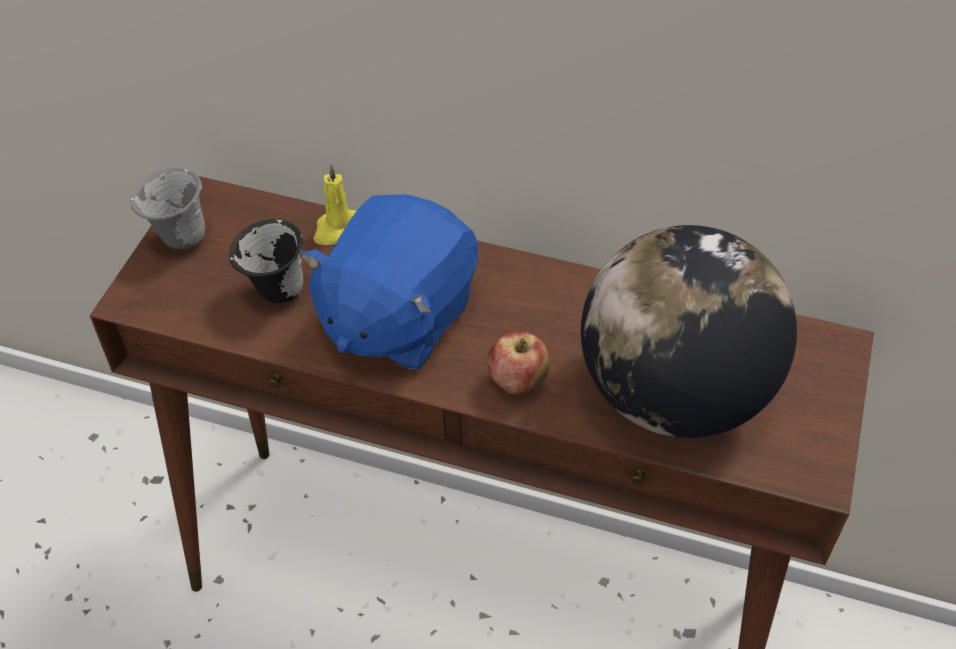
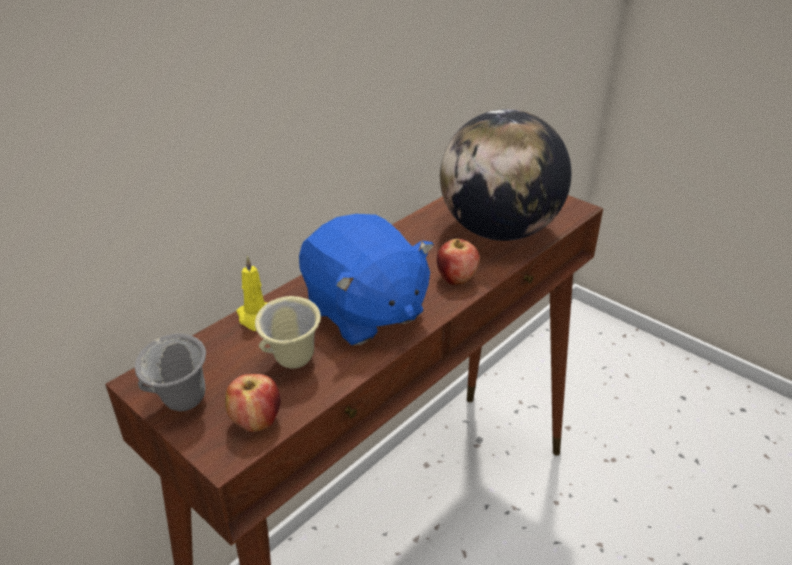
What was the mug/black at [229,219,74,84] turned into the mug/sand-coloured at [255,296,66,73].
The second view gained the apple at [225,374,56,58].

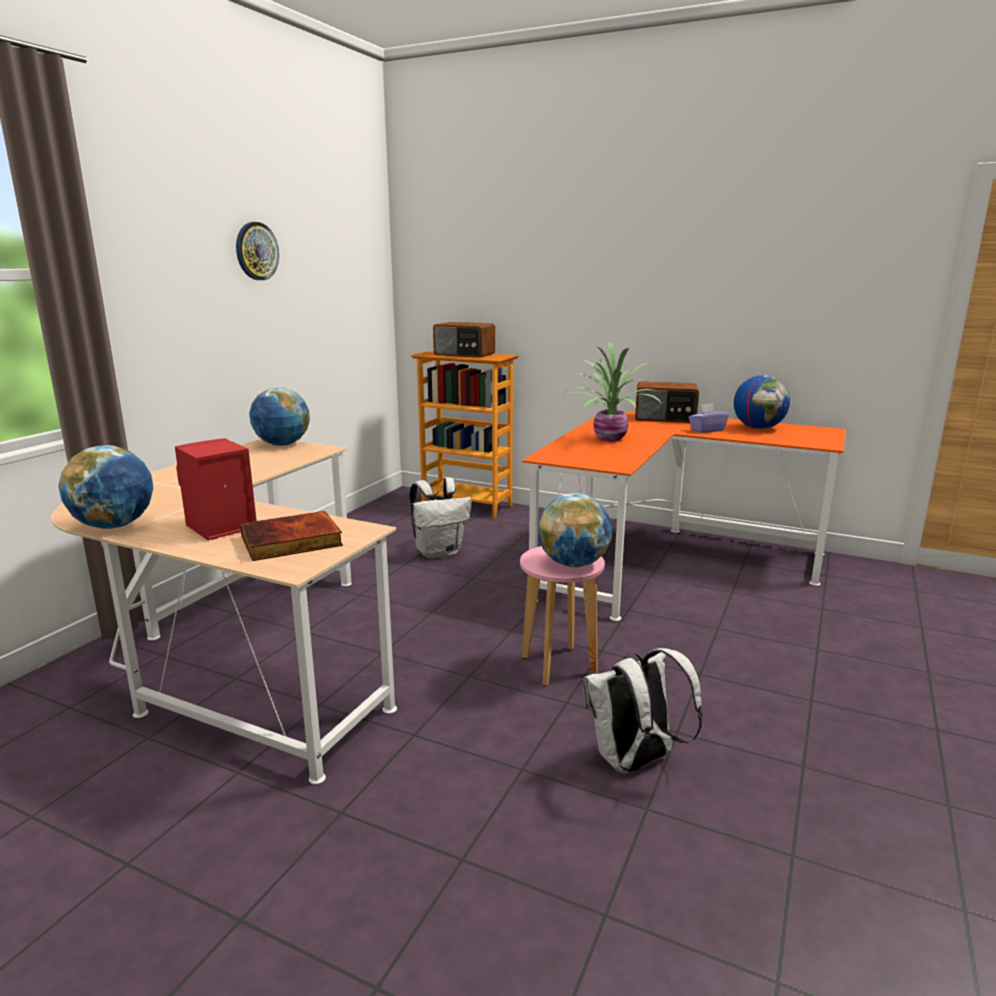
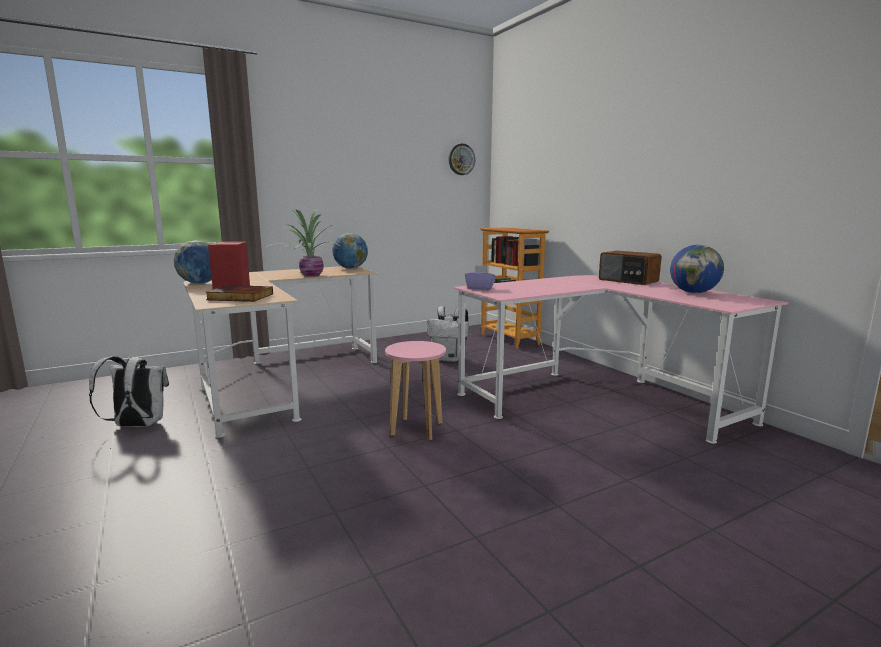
The clock on the wall ended up elsewhere, having gone from [236,222,43,58] to [448,144,27,31].
The second view lost the radio receiver at [433,322,62,36].
What was the desk table/orangey at [522,412,324,209] turned into the desk table/pink-coloured at [453,275,335,169].
The second view lost the globe at [538,493,74,74].
The potted plant ended up elsewhere, having gone from [566,342,96,99] to [268,209,73,68].
The knapsack/whitish ended up elsewhere, having gone from [583,648,119,125] to [89,356,80,71].
The tissue box/purple-coloured ended up elsewhere, having gone from [688,403,41,30] to [465,265,31,25].

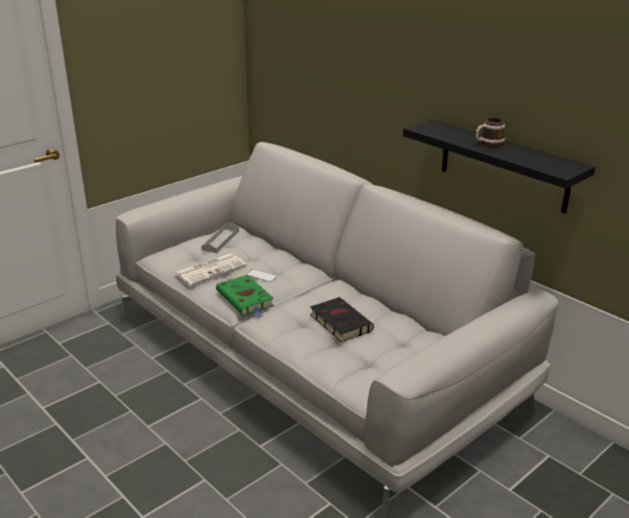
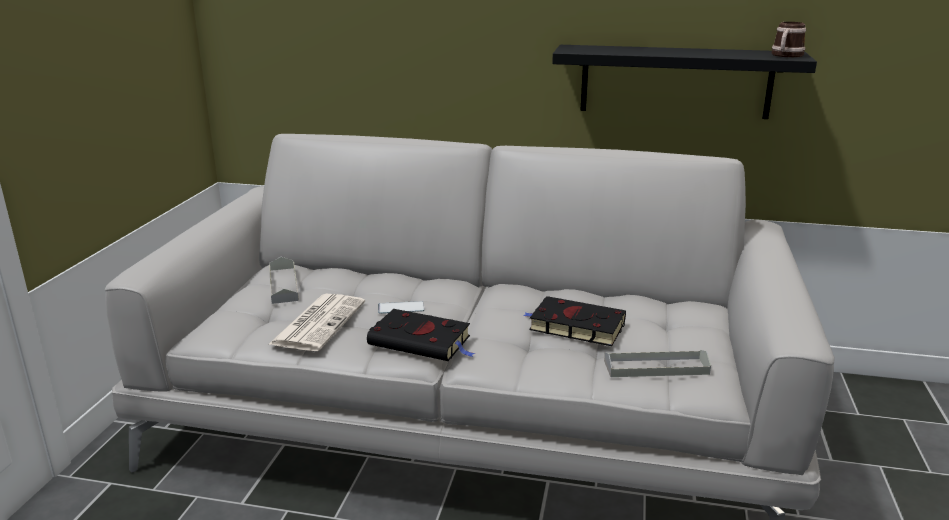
What was the volume/greenish at [216,275,58,43] turned into the volume/black at [367,309,109,52].
The mug ended up elsewhere, having gone from [475,118,30,29] to [771,22,35,35].
The second view gained the serving tray/greyish at [604,350,107,27].

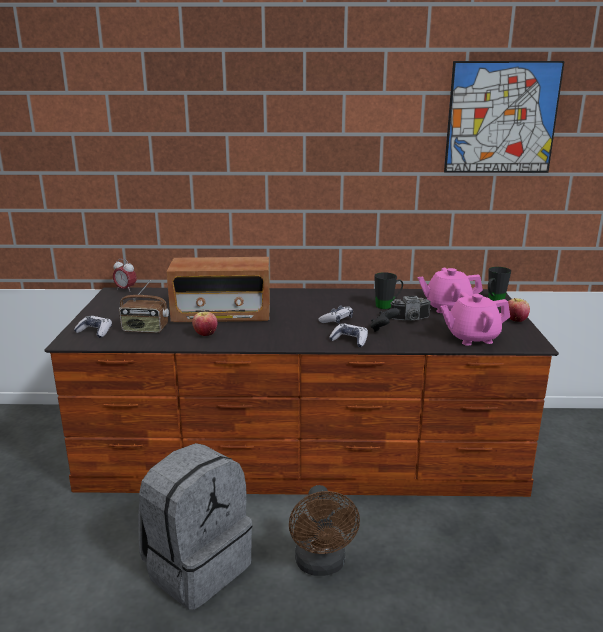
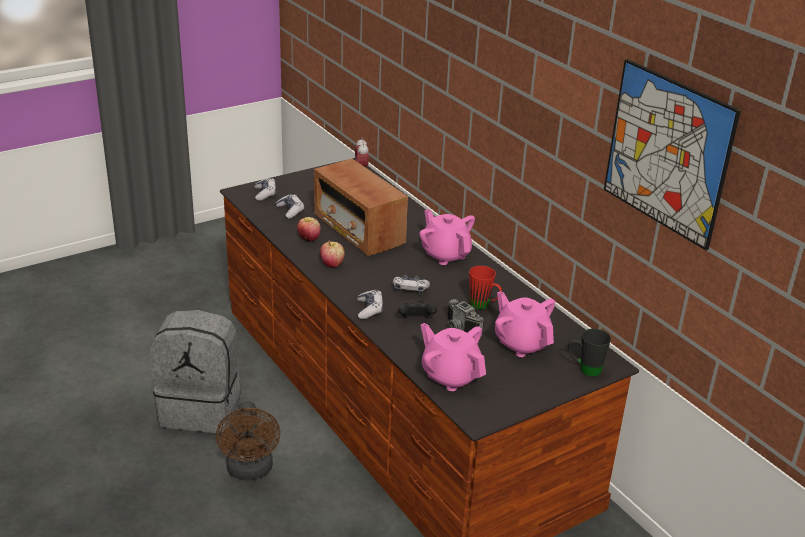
Where the radio receiver stood at [119,280,50,53], the gamepad came to stand at [275,194,30,25].
The cooling fan/brownish at [289,485,71,91] ended up facing another way, 60 degrees counterclockwise from before.
What was the mug/black at [374,272,29,37] turned into the mug/red-coloured at [469,266,33,44].
The apple ended up elsewhere, having gone from [508,298,22,24] to [320,240,25,27].
The second view gained the tea pot/pink-coloured at [419,209,56,56].

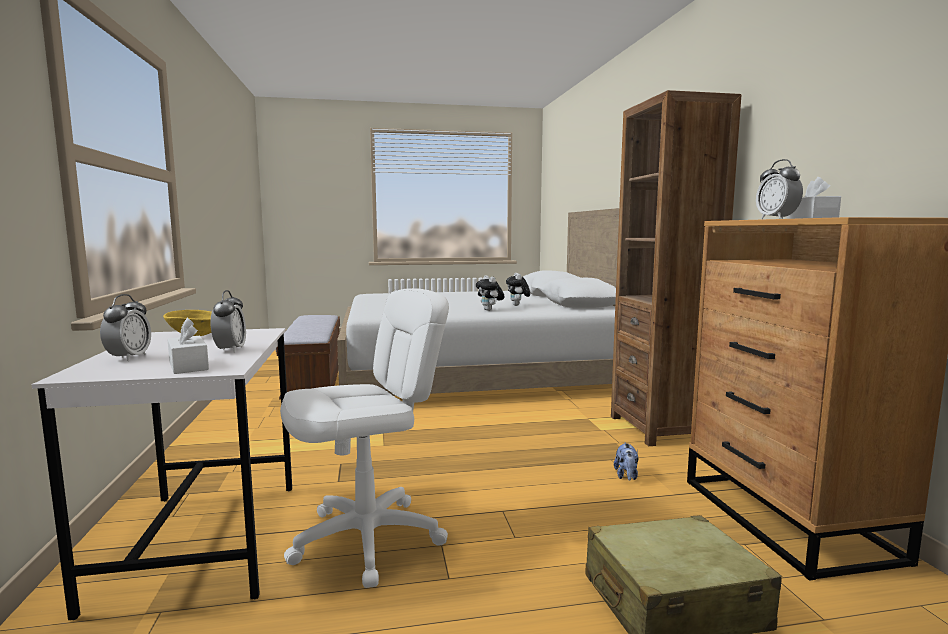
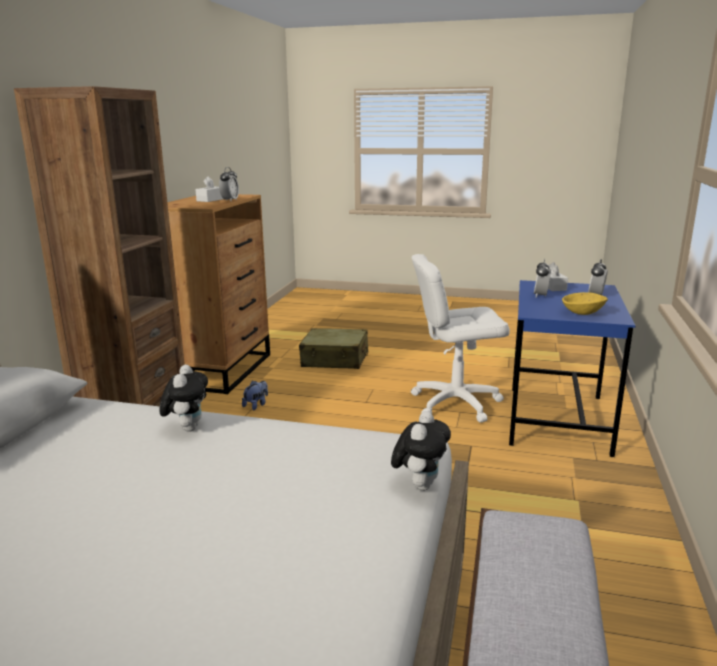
What was the desk table/whitish at [32,328,260,292] turned into the desk table/blue-coloured at [509,280,127,177].
The soft toy ended up elsewhere, having gone from [506,273,24,33] to [391,411,60,80].

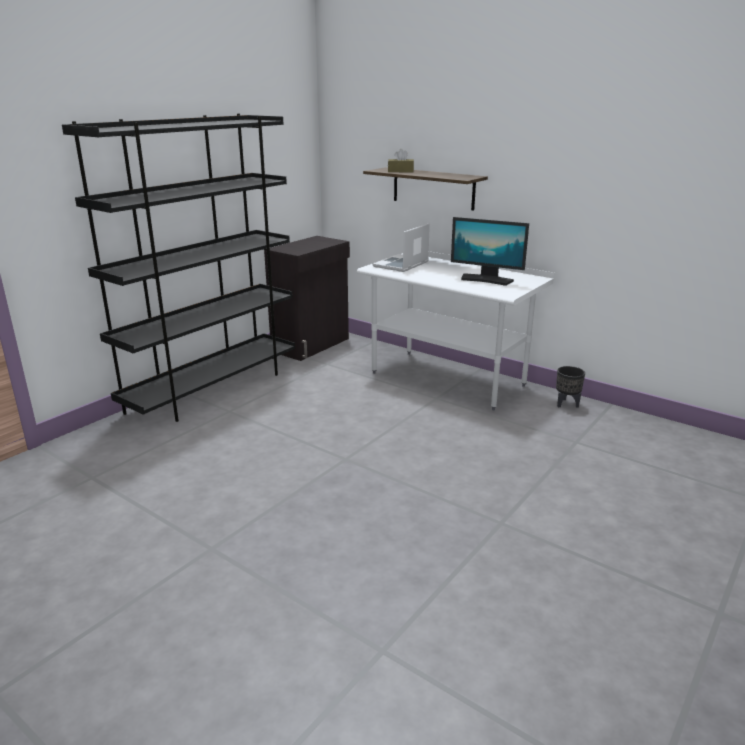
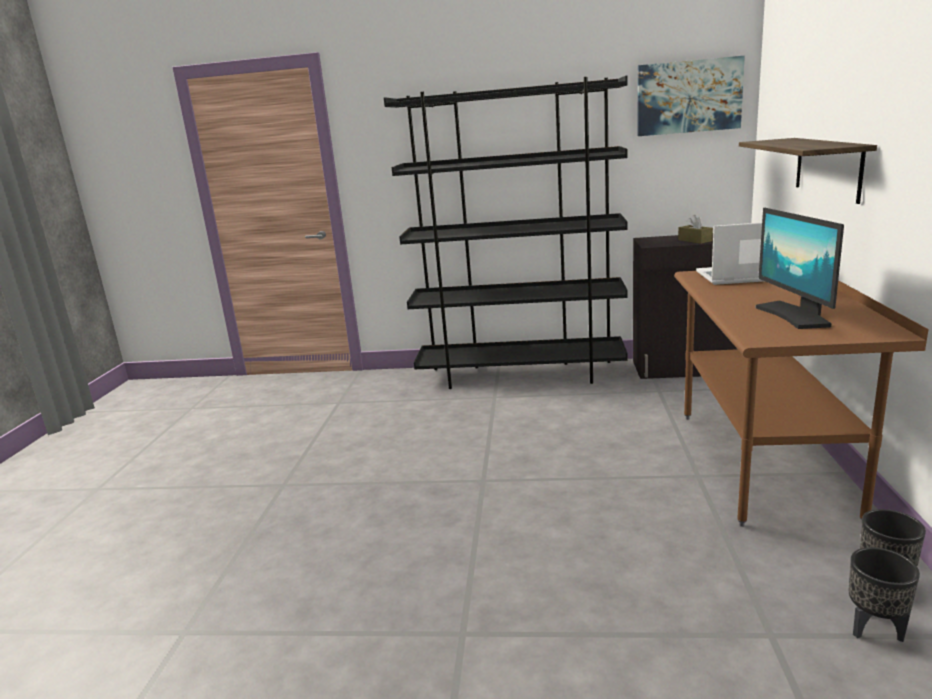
What was the desk table/whitish at [357,251,197,159] turned into the desk table/brownish at [674,271,255,256].
The tissue box/brownish ended up elsewhere, having gone from [388,149,26,23] to [678,215,35,29].
The second view gained the wall picture at [637,56,108,80].
The second view gained the plant pot/black at [849,547,71,95].

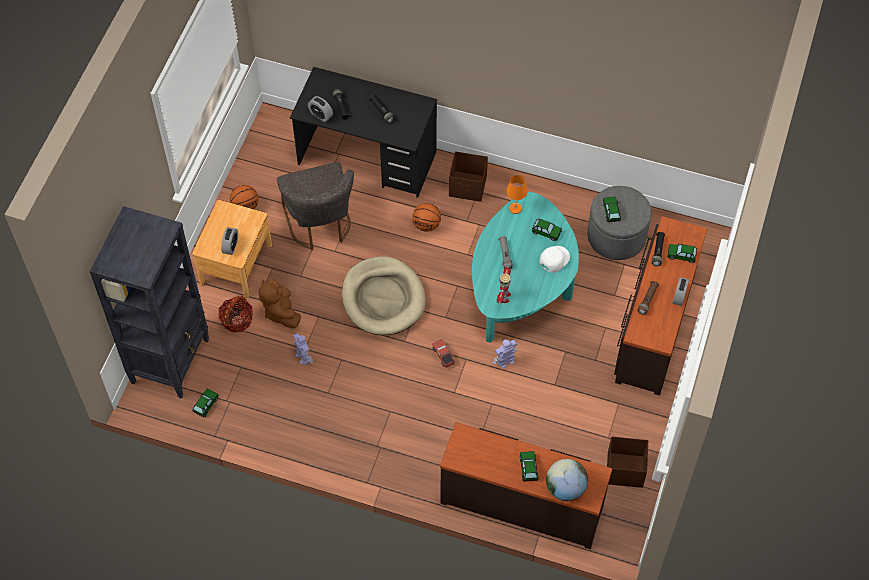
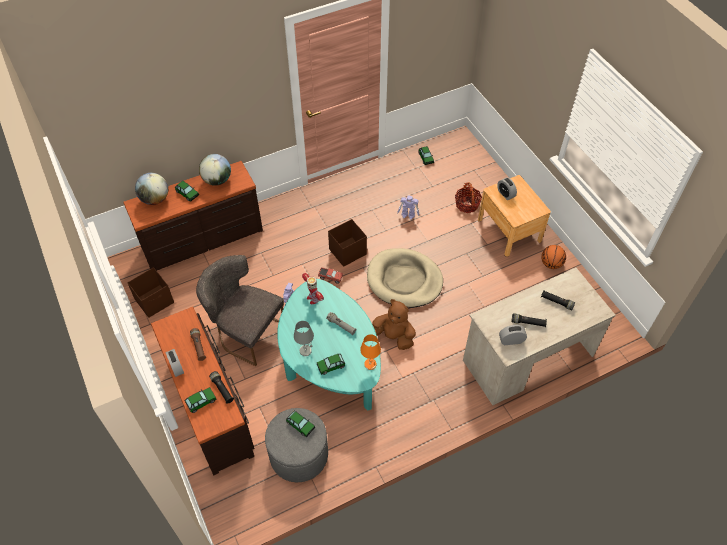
The second view lost the bookcase/black at [90,206,119,193].
The soft toy/brownish ended up elsewhere, having gone from [258,279,43,49] to [372,299,44,51].
The upright chair/greyish ended up elsewhere, having gone from [276,162,78,88] to [196,255,88,111].
What was the desk table/black at [290,67,147,131] turned into the desk table/sand-coloured at [463,268,153,137].
The bedside clock ended up elsewhere, having gone from [308,96,25,26] to [499,325,28,20].
The second view lost the basketball ball at [413,203,28,29].
The storage bin/brownish ended up elsewhere, having gone from [449,151,39,51] to [328,219,39,48].
Where the cap/whitish stood at [540,246,30,27], the tabletop lamp/greyish came to stand at [294,321,20,35].
The second view gained the globe at [199,154,32,32].

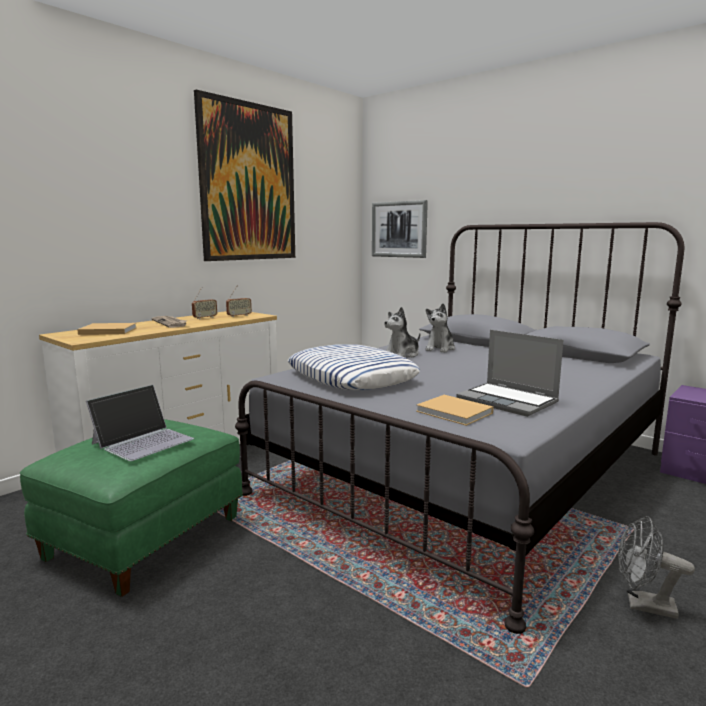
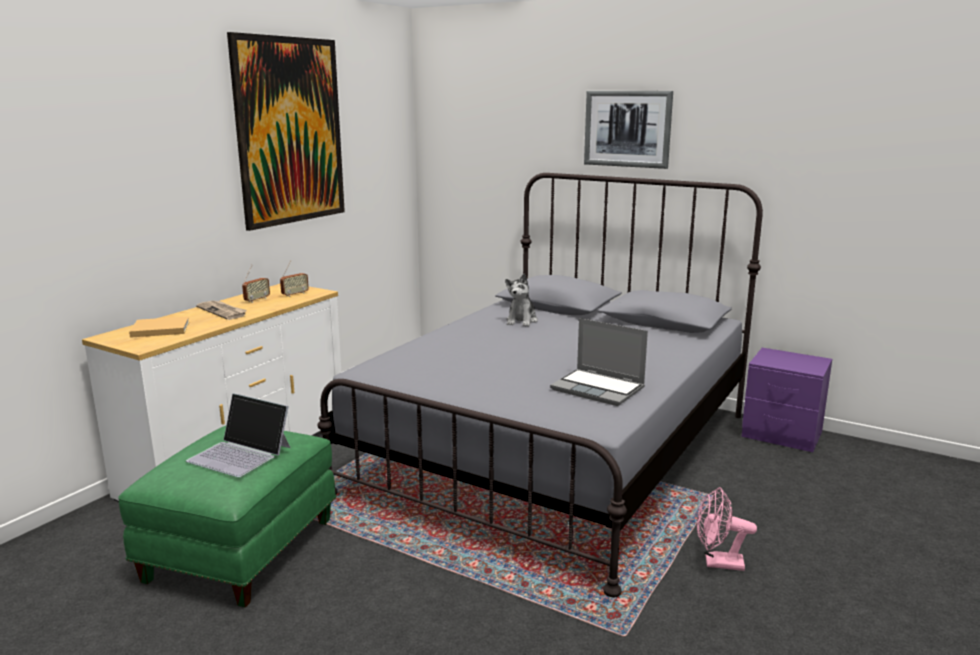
The laptop at [86,385,108,76] ended up facing another way, 90 degrees clockwise from before.
The second view lost the cushion at [288,344,132,46].
The wall picture ended up elsewhere, having gone from [372,200,56,58] to [584,91,89,78].
The second view lost the soft toy at [384,307,36,50].
The second view lost the volume/sand-coloured at [416,395,77,31].
What was the cooling fan/greyish at [618,516,77,103] turned into the cooling fan/pink-coloured at [697,487,60,84].

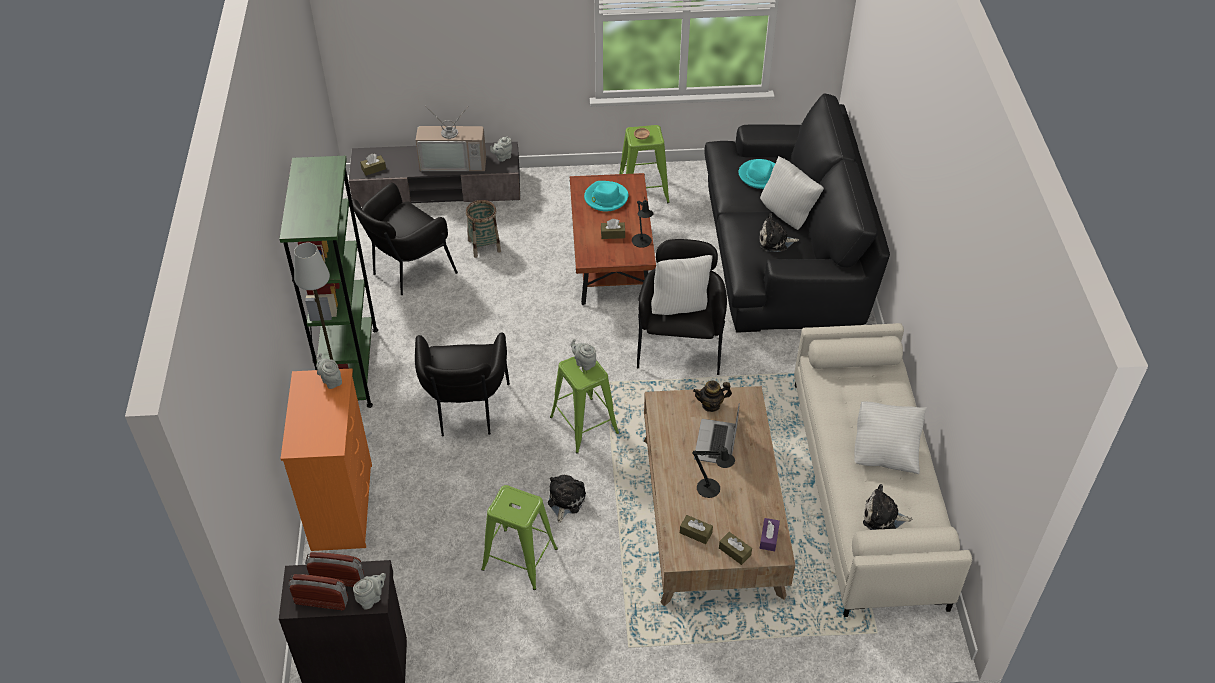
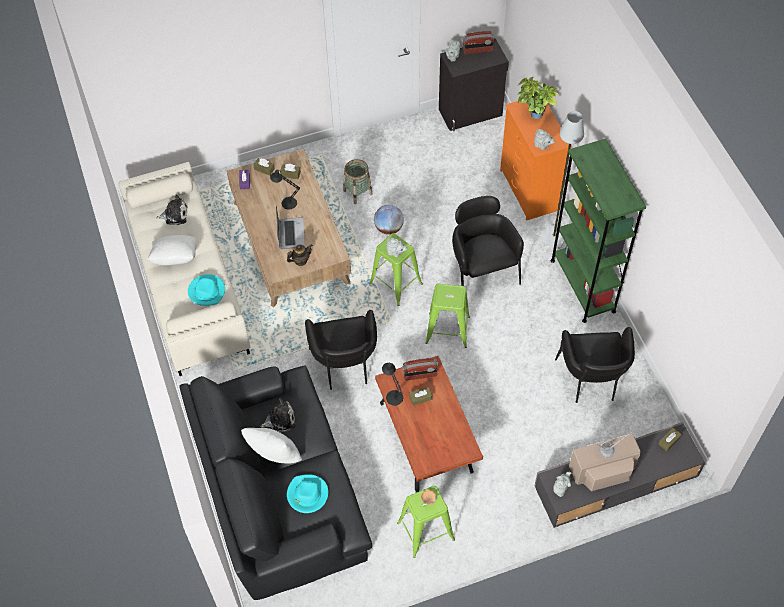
The radio receiver ended up elsewhere, having gone from [305,552,59,35] to [402,358,36,23].
The lounge chair/black at [352,183,106,112] ended up facing another way, 150 degrees clockwise from before.
The household basket ended up elsewhere, having gone from [466,200,35,58] to [343,159,30,45].
The sitting stool/greenish ended up elsewhere, having gone from [481,485,77,105] to [425,284,45,64].
Where the soft toy stood at [548,475,38,48], the globe came to stand at [374,205,30,30].
The clothing hat/turquoise-coloured ended up elsewhere, having gone from [584,181,44,30] to [188,274,37,32].
The second view lost the cushion/whitish at [651,255,61,60].
The second view gained the potted plant at [517,77,41,42].

